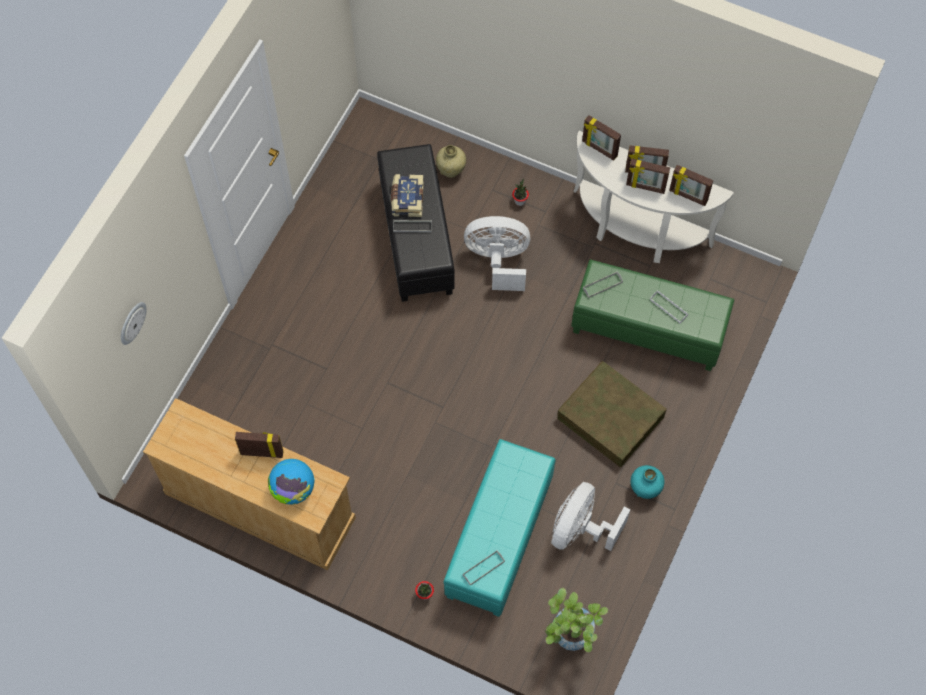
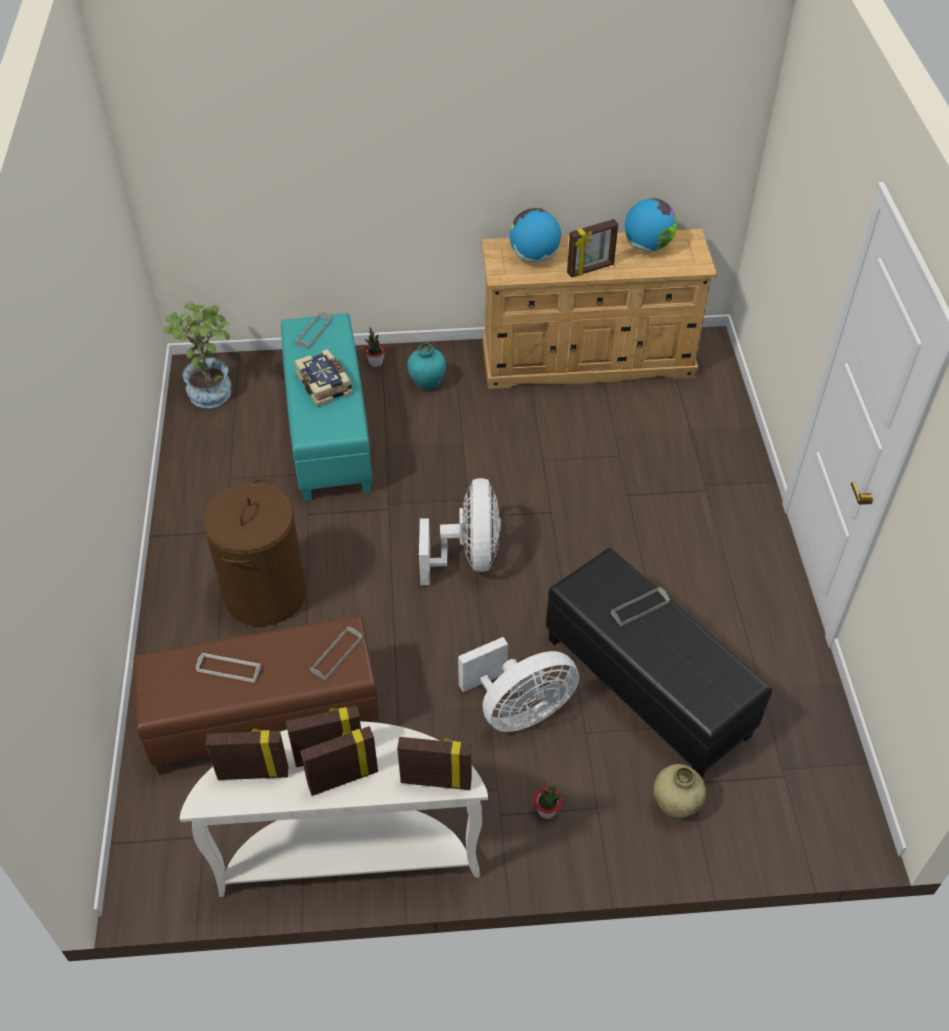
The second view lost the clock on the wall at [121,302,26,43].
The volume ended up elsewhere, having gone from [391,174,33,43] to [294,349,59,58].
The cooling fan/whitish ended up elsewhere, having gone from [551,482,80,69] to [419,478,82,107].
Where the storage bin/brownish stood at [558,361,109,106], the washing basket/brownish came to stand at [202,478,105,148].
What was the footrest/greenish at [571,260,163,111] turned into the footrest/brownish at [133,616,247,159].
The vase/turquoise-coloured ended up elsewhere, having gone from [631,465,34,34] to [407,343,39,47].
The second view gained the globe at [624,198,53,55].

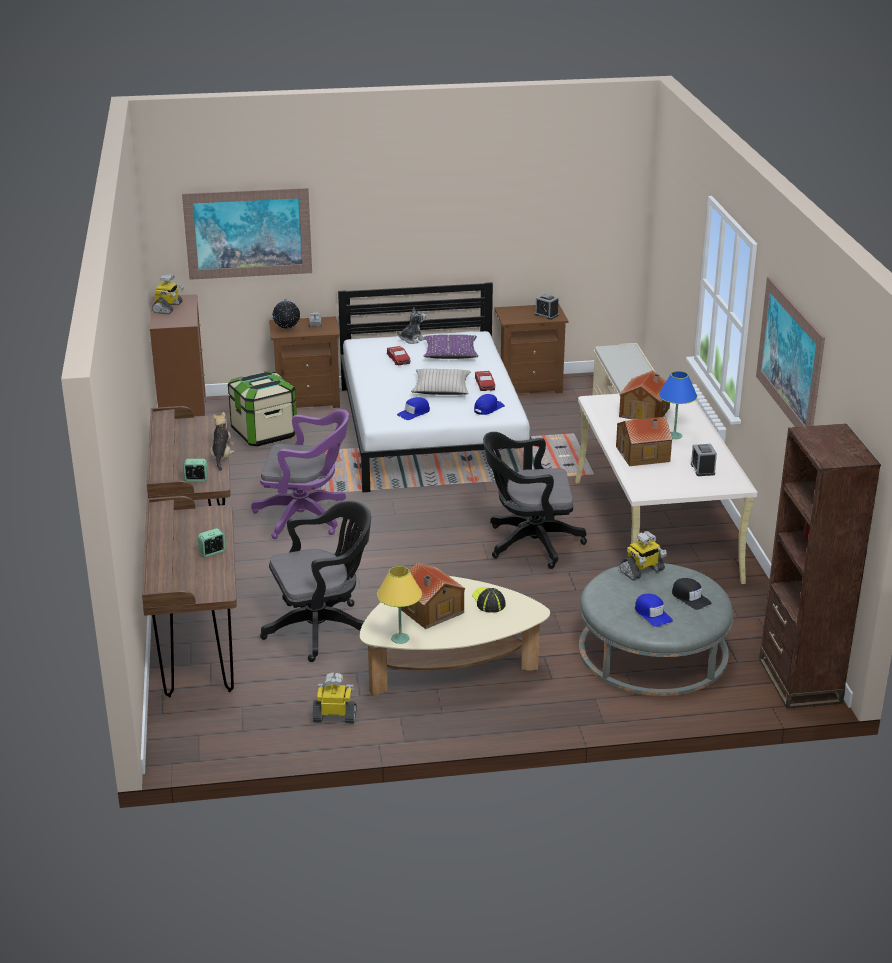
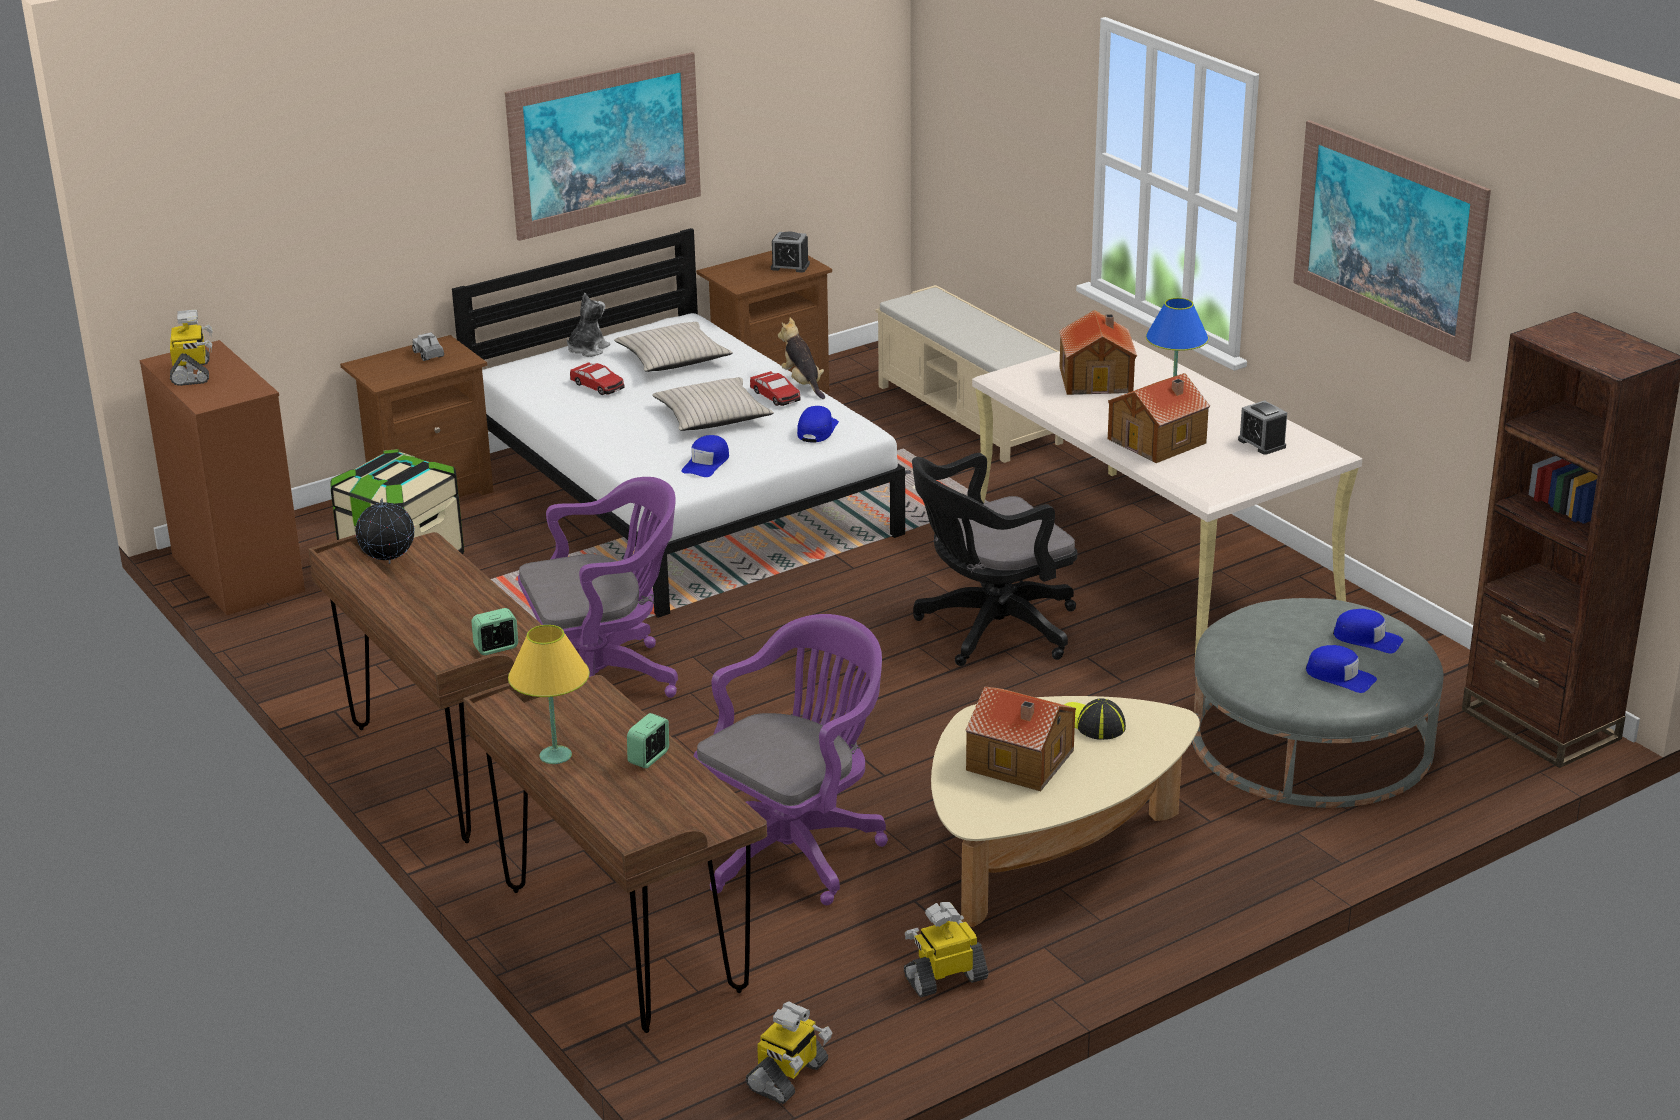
The wall picture ended up elsewhere, having gone from [182,188,130,92] to [505,52,196,189].
The soft toy ended up elsewhere, having gone from [210,412,25,59] to [778,318,47,81].
What was the computer chair/black at [260,501,111,161] turned into the computer chair/purple-coloured at [694,614,194,291].
The globe ended up elsewhere, having gone from [272,299,28,32] to [356,498,58,66].
The tabletop lamp/yellow ended up elsewhere, having gone from [377,566,45,78] to [508,625,82,139].
What was the cushion/purple-coloured at [423,335,55,24] turned into the cushion/sand-coloured at [614,322,119,50].
The robot figure ended up elsewhere, having gone from [619,531,48,49] to [746,1002,86,102].
What was the cap/black at [672,578,39,32] turned into the cap/blue-coloured at [1333,609,70,44].

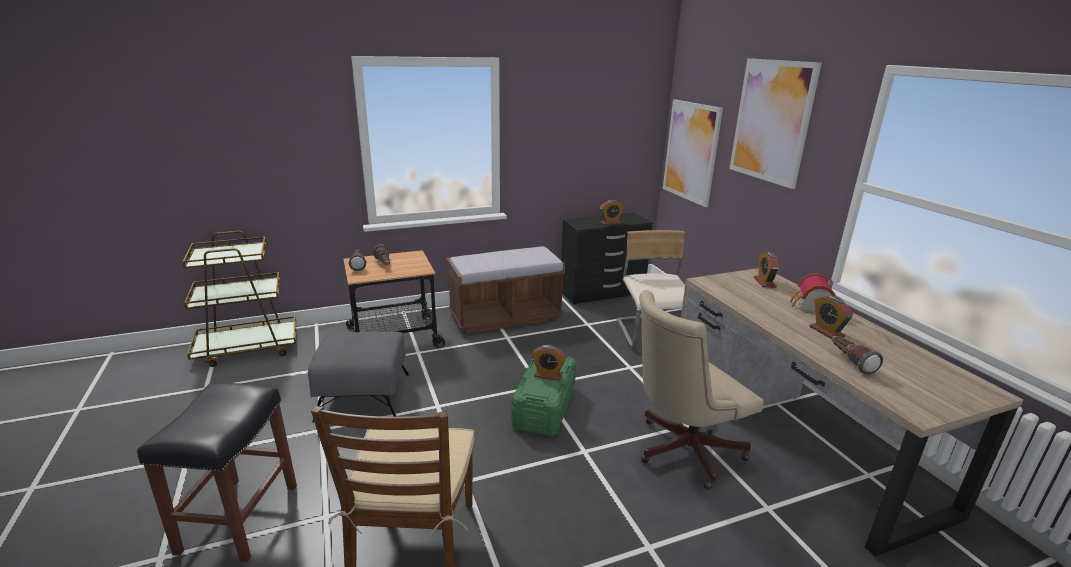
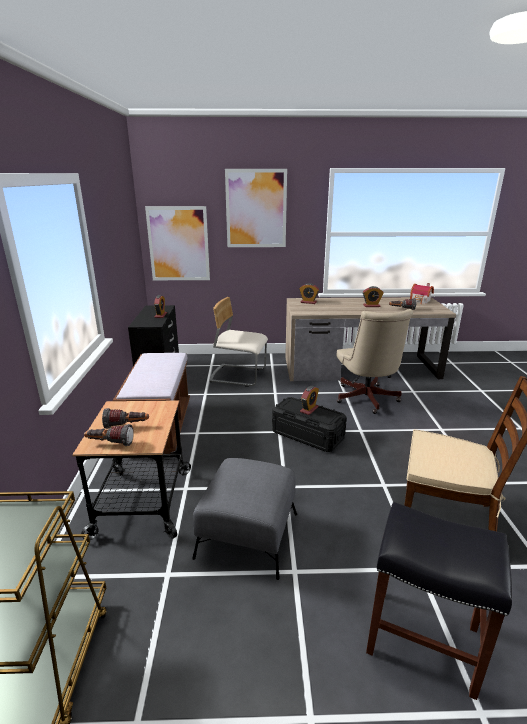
What was the storage bin/greenish at [512,356,64,80] turned into the storage bin/black at [272,397,75,55].
The model house ended up elsewhere, having gone from [790,273,46,40] to [410,283,24,21].

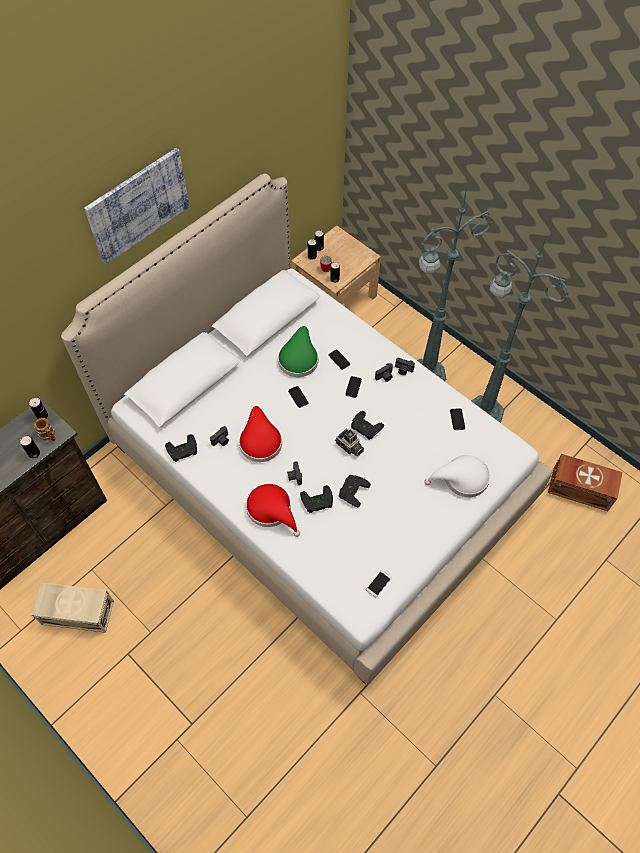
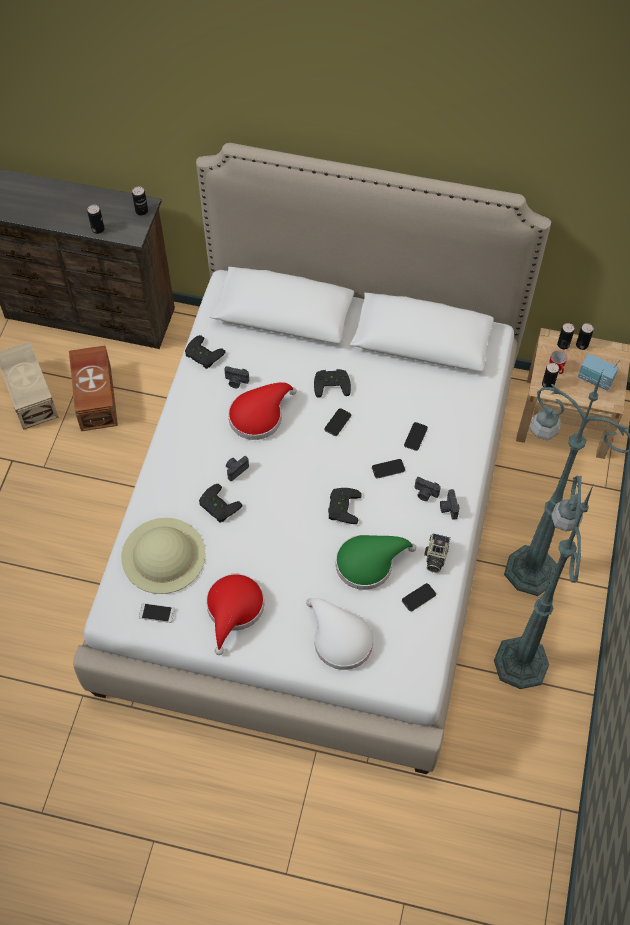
The second view lost the mug at [34,418,21,23].
The second view lost the wall picture at [84,148,106,117].
The clothing hat/red-coloured ended up elsewhere, having gone from [246,483,54,54] to [206,574,58,81].
The clothing hat/greenish ended up elsewhere, having gone from [278,326,40,51] to [336,535,80,55].
The still camera ended up elsewhere, having gone from [335,429,29,28] to [424,533,27,40].
The gamepad/black ended up elsewhere, having gone from [339,475,32,32] to [314,369,37,29].
The storage bin/brownish ended up elsewhere, having gone from [548,454,75,57] to [69,345,49,86].
The second view gained the clothing hat/sand-coloured at [121,518,85,76].
The second view gained the radio receiver at [578,353,42,38].

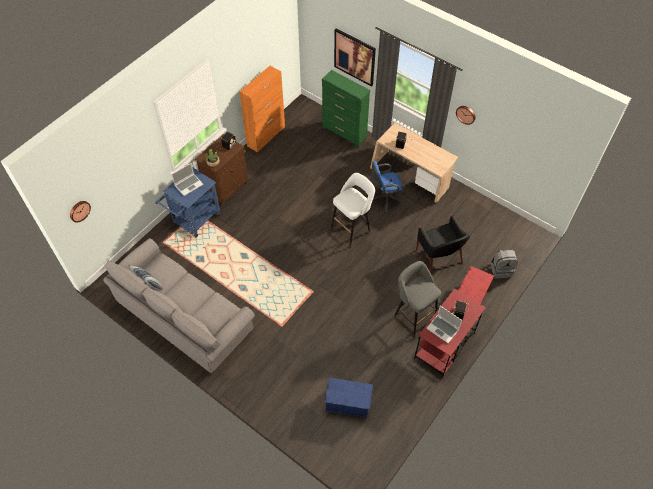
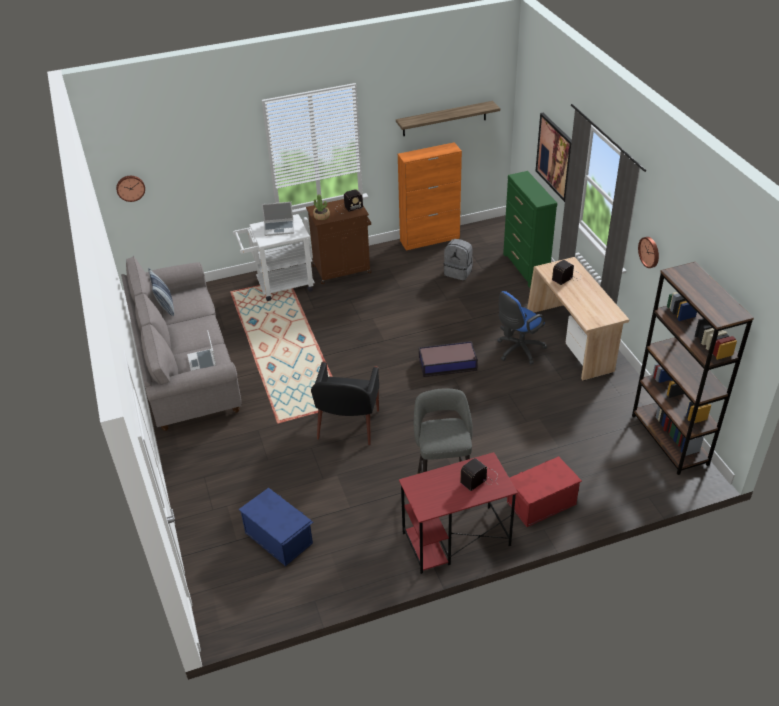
What was the trolley/blue-coloured at [155,167,66,70] turned into the trolley/whitish at [233,214,82,87].
Where the sitting stool/whitish stood at [330,173,45,75], the storage bin came to stand at [419,341,59,36].
The computer chair/blue-coloured at [371,161,34,51] ended up facing another way, 60 degrees counterclockwise from before.
The lounge chair/black ended up elsewhere, having gone from [416,214,54,61] to [311,361,68,84].
The laptop ended up elsewhere, having gone from [426,306,36,37] to [187,330,29,41].
The knapsack/greyish ended up elsewhere, having gone from [491,250,27,29] to [444,239,29,41].
The second view gained the wall shelf at [396,101,104,35].
The second view gained the bookcase/brownish at [632,262,122,213].

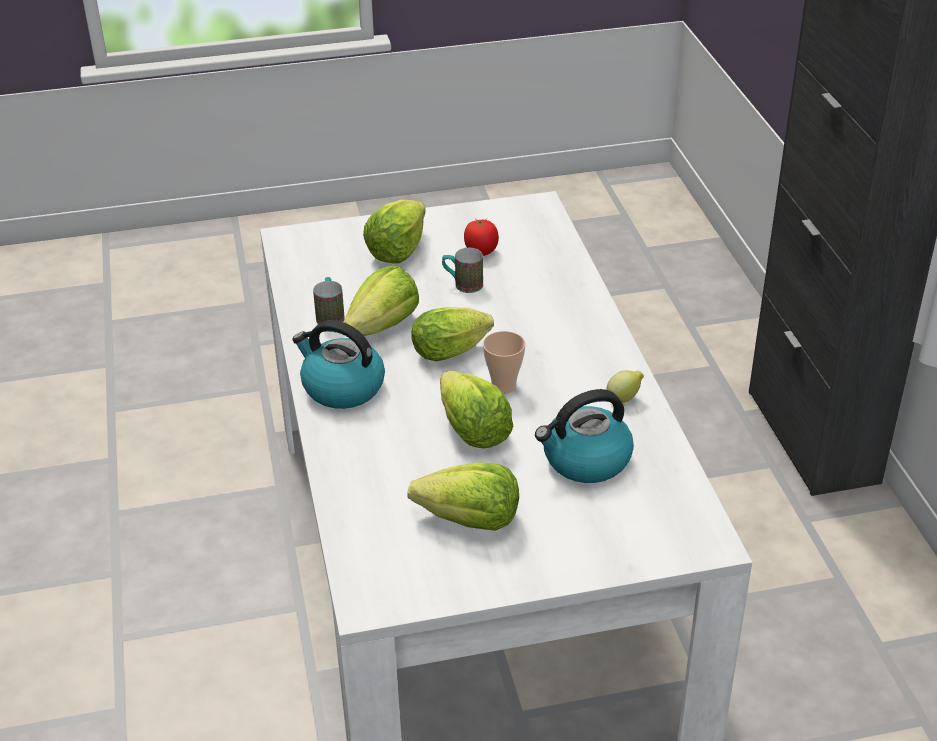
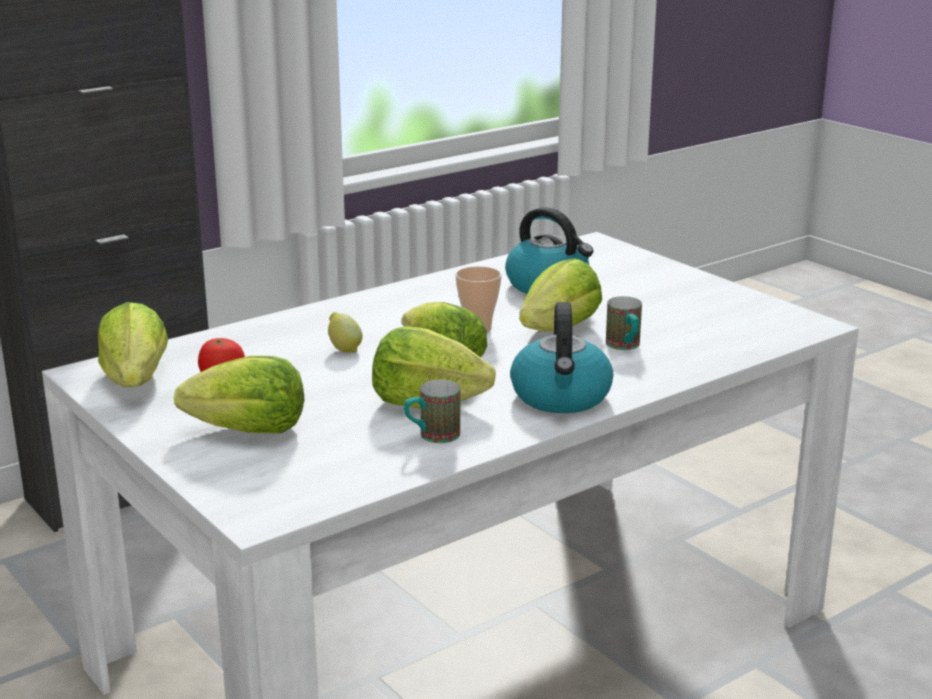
The lettuce ended up elsewhere, having gone from [407,462,112,69] to [98,302,70,86].
The mug ended up elsewhere, having gone from [442,248,41,45] to [606,296,36,54].
The whole lemon ended up elsewhere, having gone from [606,370,38,33] to [328,312,34,40].

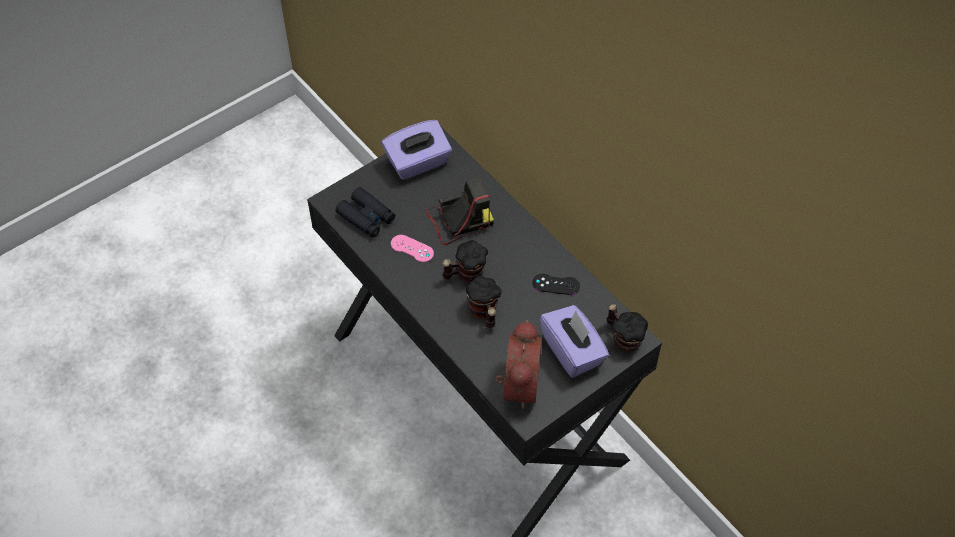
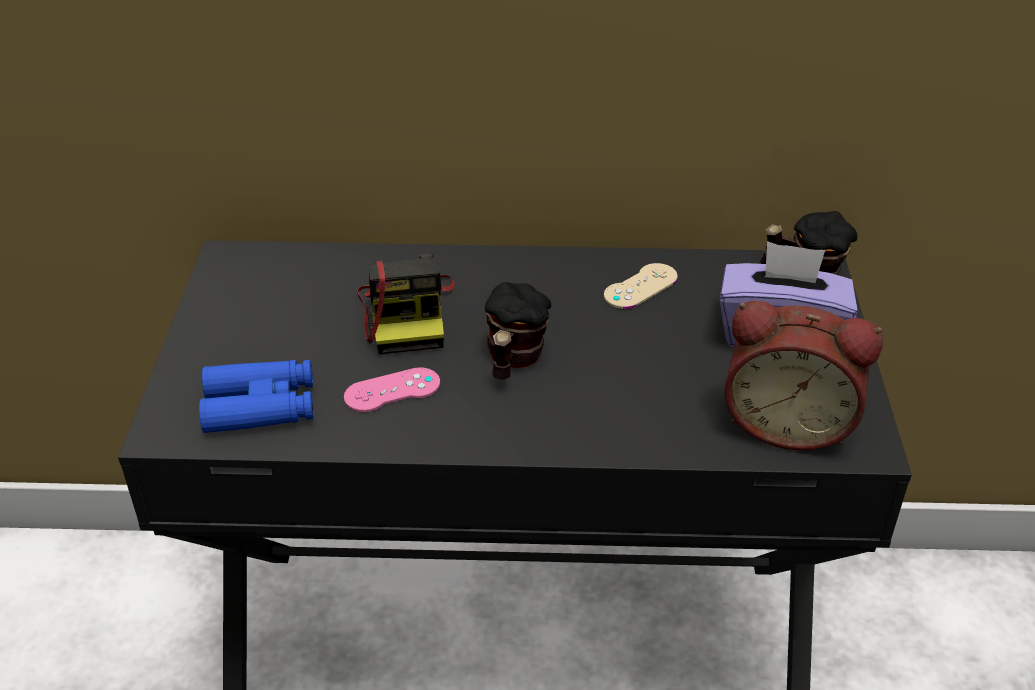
What was the field glasses/black at [336,187,59,50] turned into the field glasses/blue-coloured at [199,360,115,73].
The second view lost the tissue box/purple-coloured at [382,120,70,60].
The still camera at [425,176,69,69] ended up facing another way, 150 degrees clockwise from before.
The second view lost the mug at [466,276,35,52].
The bedside clock at [496,320,46,89] ended up facing another way, 150 degrees clockwise from before.
What was the gamepad/black at [532,274,48,21] turned into the gamepad/sand-coloured at [604,263,74,46].

